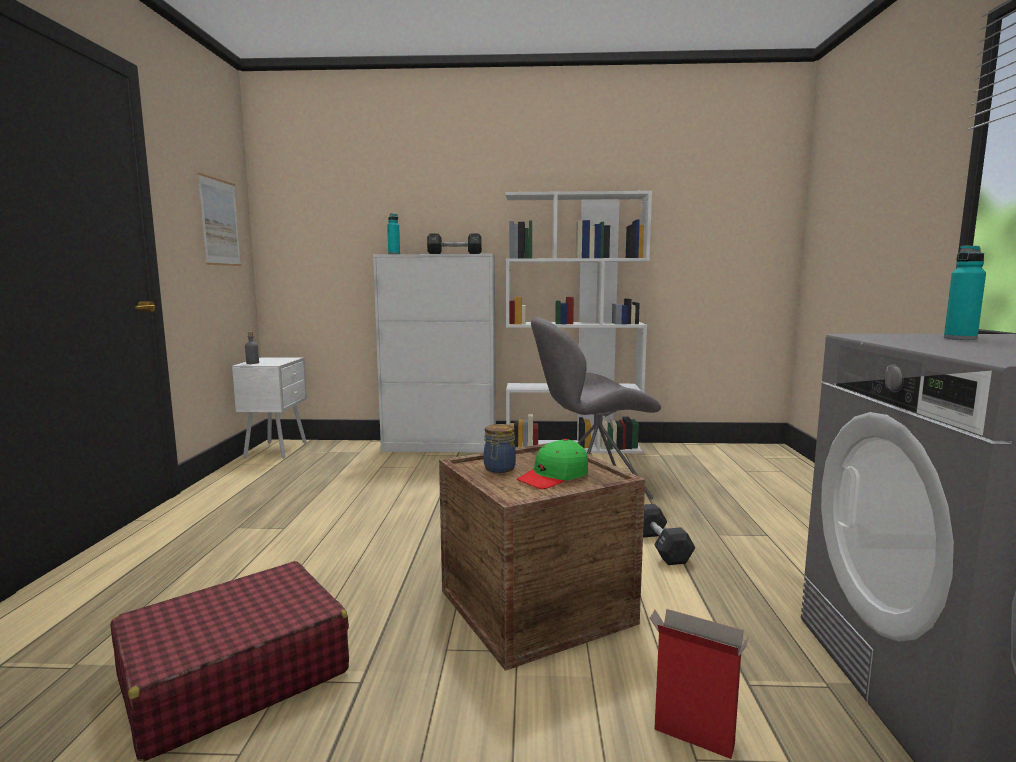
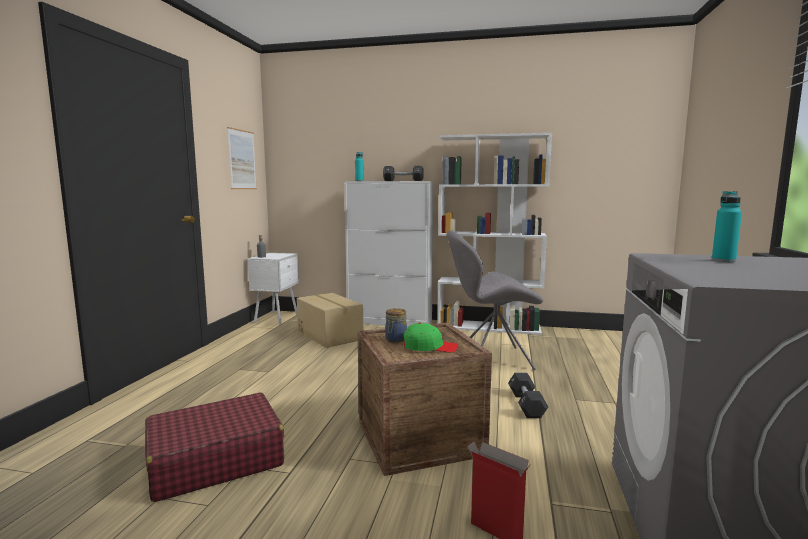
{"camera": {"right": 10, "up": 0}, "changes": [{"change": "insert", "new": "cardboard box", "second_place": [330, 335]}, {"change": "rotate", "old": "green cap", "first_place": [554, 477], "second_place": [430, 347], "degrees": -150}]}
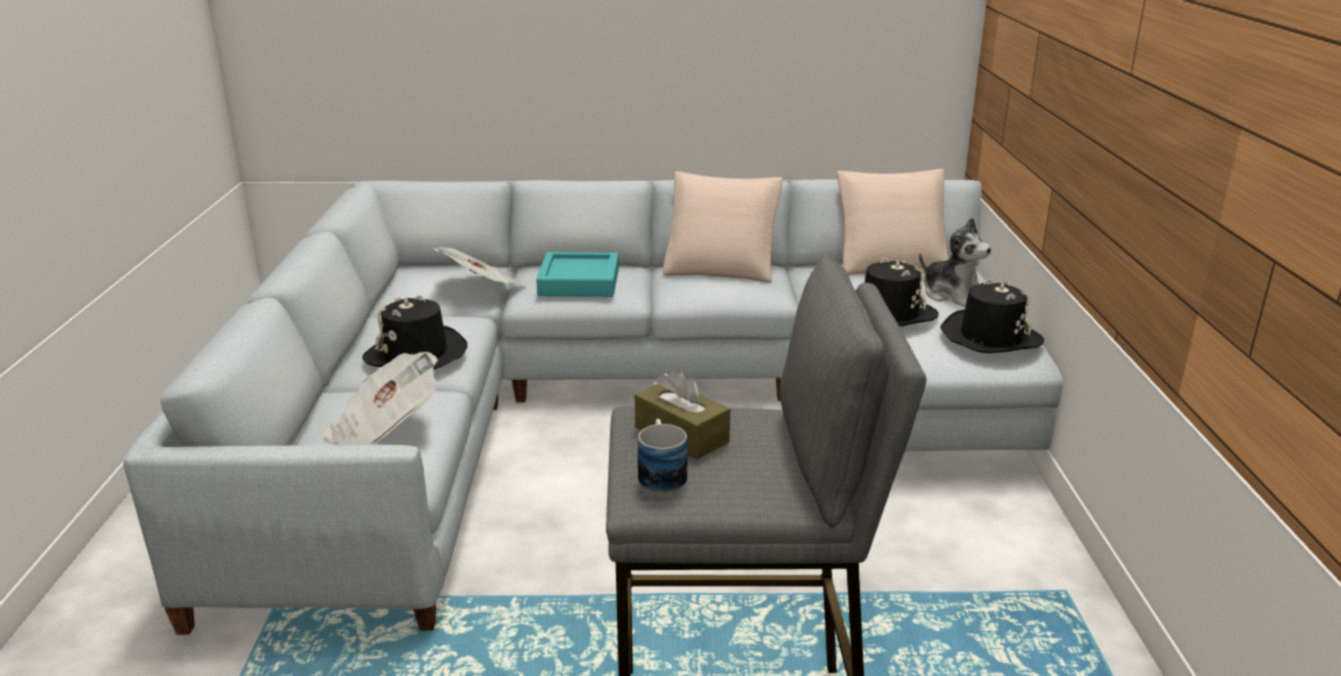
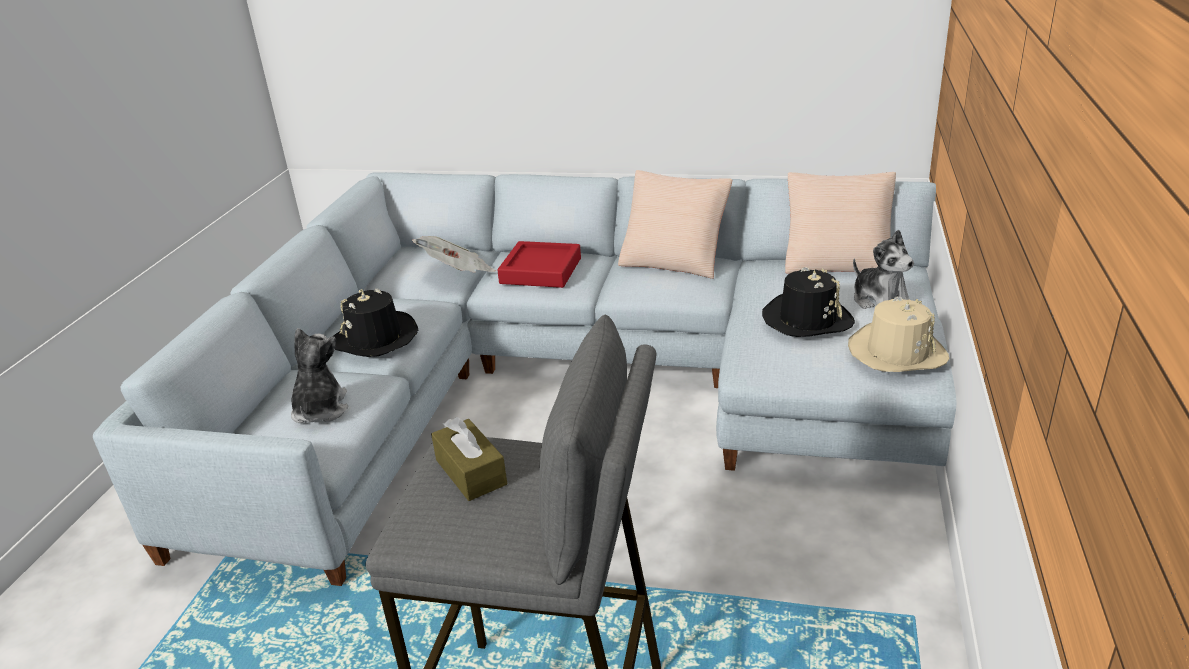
{"camera": {"right": 15, "up": 5}, "changes": [{"change": "delete", "old": "mug", "first_place": [661, 473]}, {"change": "replace", "old": "newspaper", "new": "plush toy", "first_place": [385, 427], "second_place": [320, 410]}, {"change": "recolor", "old": "turquoise tray", "new": "red tray", "first_place": [579, 282], "second_place": [541, 271]}, {"change": "recolor", "old": "black hat", "new": "beige hat", "first_place": [990, 337], "second_place": [896, 352]}]}
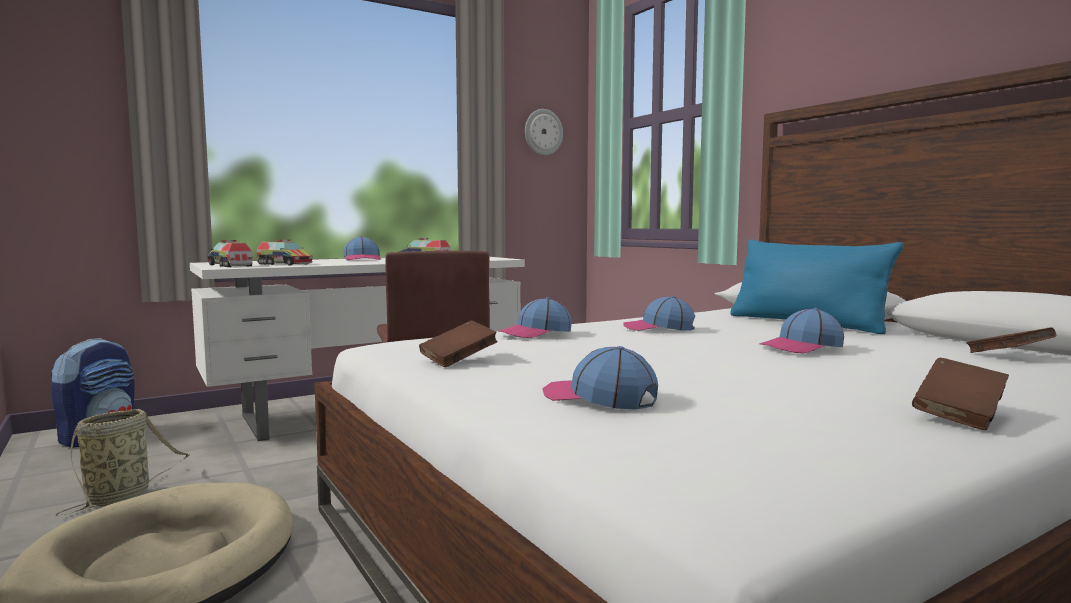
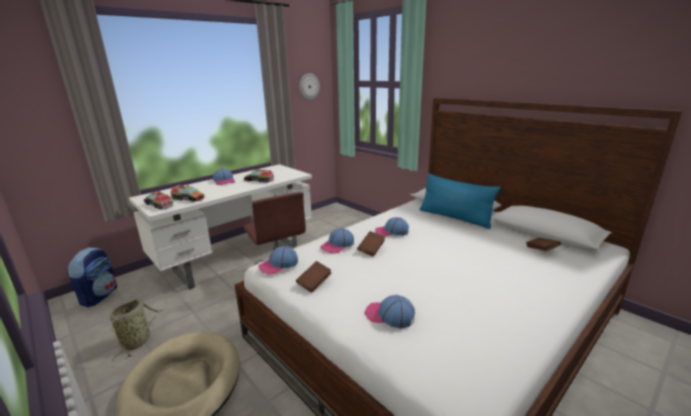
{"camera": {"right": -10, "up": 15}, "changes": [{"change": "move", "old": "cap", "first_place": [801, 347], "second_place": [278, 265]}, {"change": "move", "old": "brown book", "first_place": [959, 416], "second_place": [371, 249]}]}
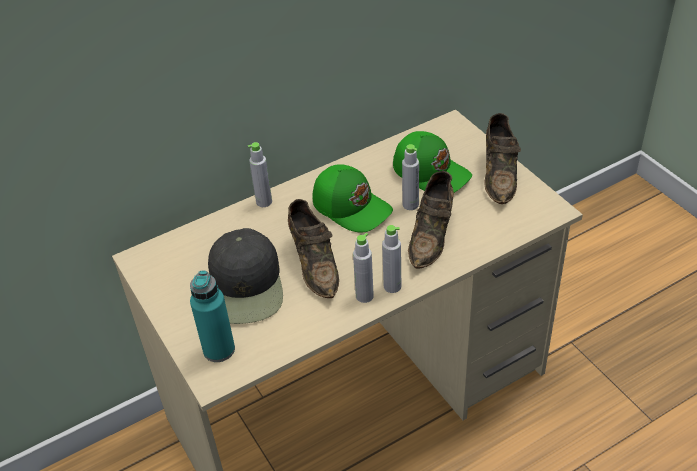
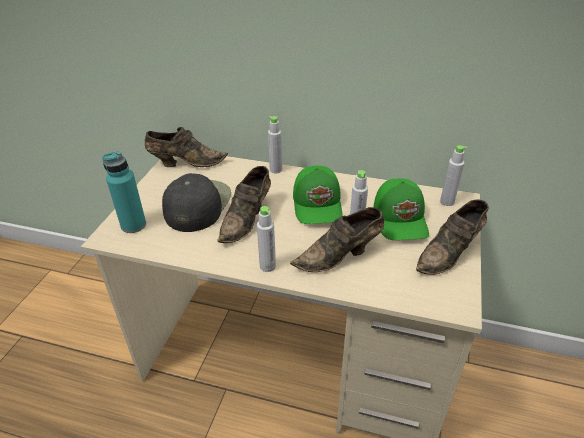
{"camera": {"right": 45, "up": -5}, "changes": [{"change": "insert", "new": "brown shoe", "second_place": [185, 163]}, {"change": "move", "old": "grey bottle", "first_place": [364, 296], "second_place": [447, 202]}, {"change": "rotate", "old": "black cap", "first_place": [246, 286], "second_place": [197, 204], "degrees": 150}]}
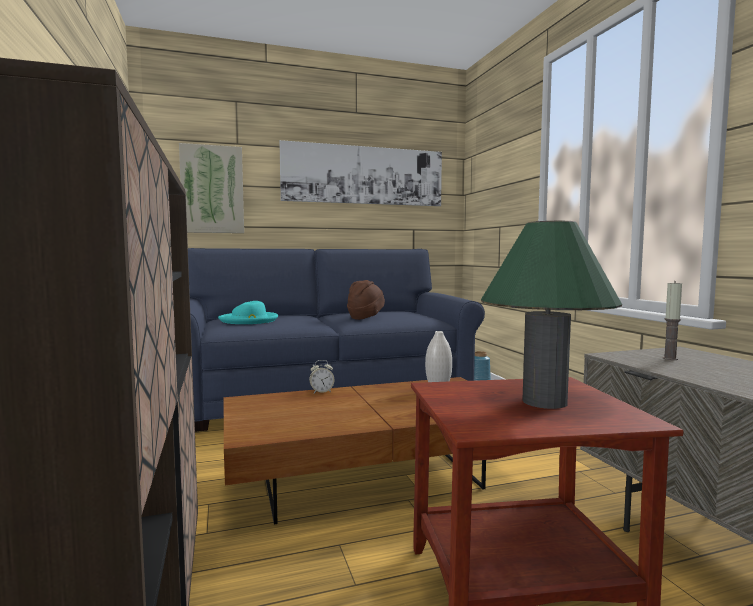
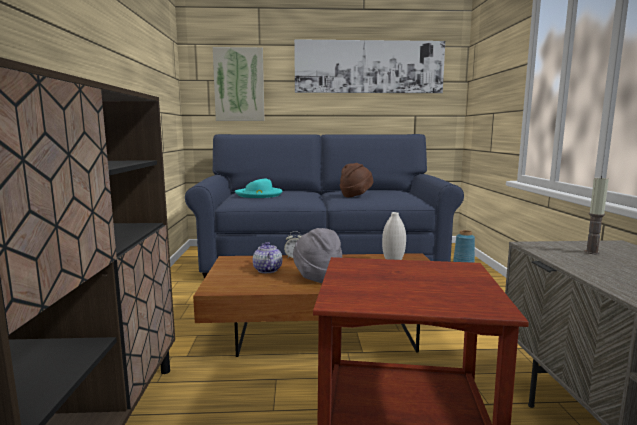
{"camera": {"right": 15, "up": 5}, "changes": [{"change": "delete", "old": "green table lamp", "first_place": [544, 402]}, {"change": "insert", "new": "teapot", "second_place": [267, 270]}, {"change": "insert", "new": "grey hat", "second_place": [317, 278]}]}
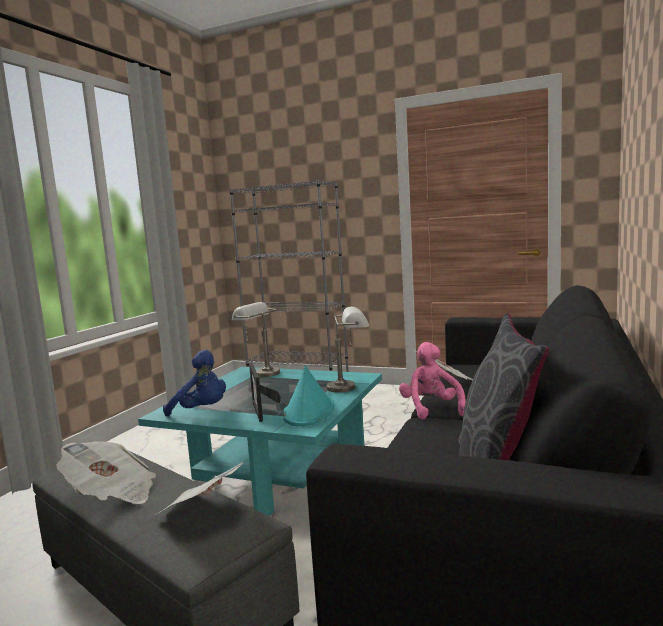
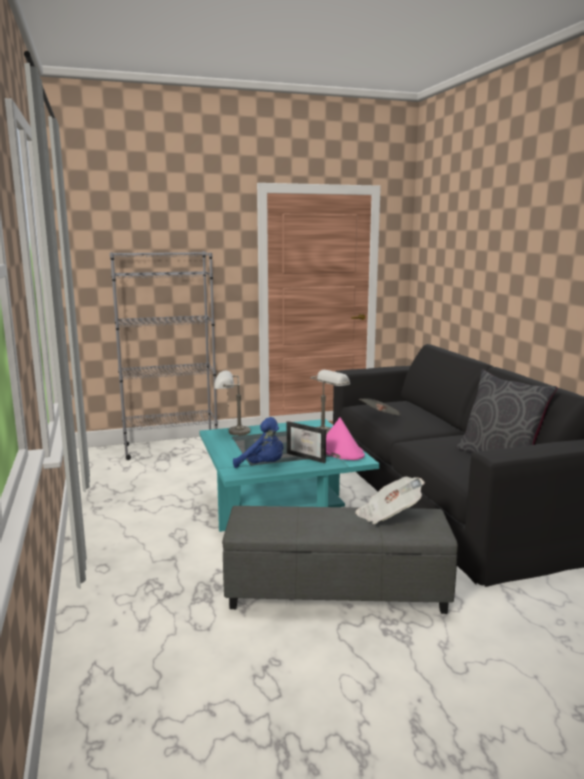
{"camera": {"right": -40, "up": 5}, "changes": [{"change": "delete", "old": "newspaper", "first_place": [112, 494]}, {"change": "delete", "old": "pink plush toy", "first_place": [431, 409]}, {"change": "recolor", "old": "turquoise hat", "new": "pink hat", "first_place": [309, 411], "second_place": [340, 451]}, {"change": "rotate", "old": "blue plush toy", "first_place": [202, 411], "second_place": [263, 466], "degrees": 45}]}
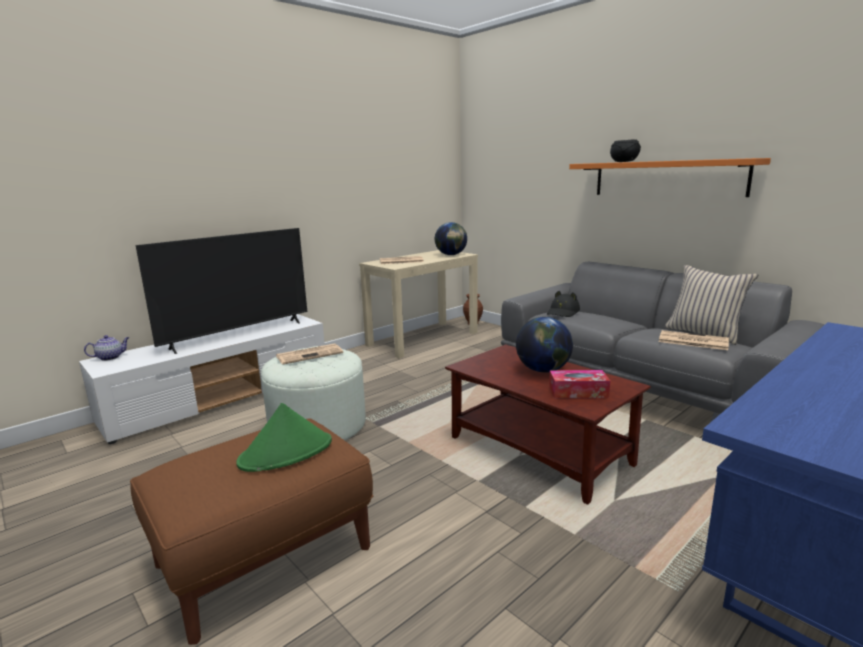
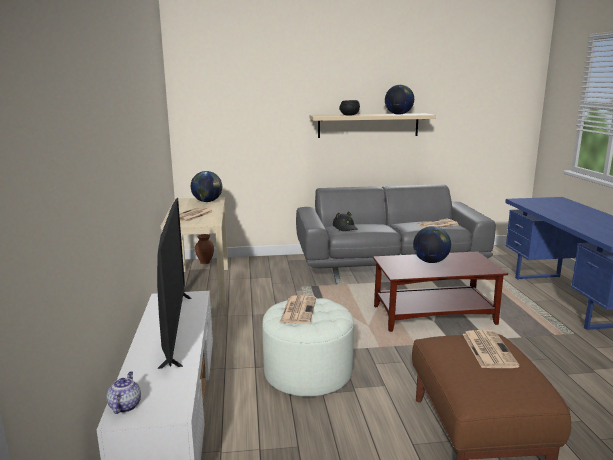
{"camera": {"right": -55, "up": 0}, "changes": [{"change": "delete", "old": "tissue box", "first_place": [578, 392]}, {"change": "delete", "old": "beige pillow", "first_place": [704, 333]}, {"change": "insert", "new": "globe", "second_place": [398, 114]}, {"change": "replace", "old": "green hat", "new": "newspaper", "first_place": [286, 452], "second_place": [488, 349]}, {"change": "recolor", "old": "orange shelf", "new": "beige shelf", "first_place": [667, 178], "second_place": [368, 125]}]}
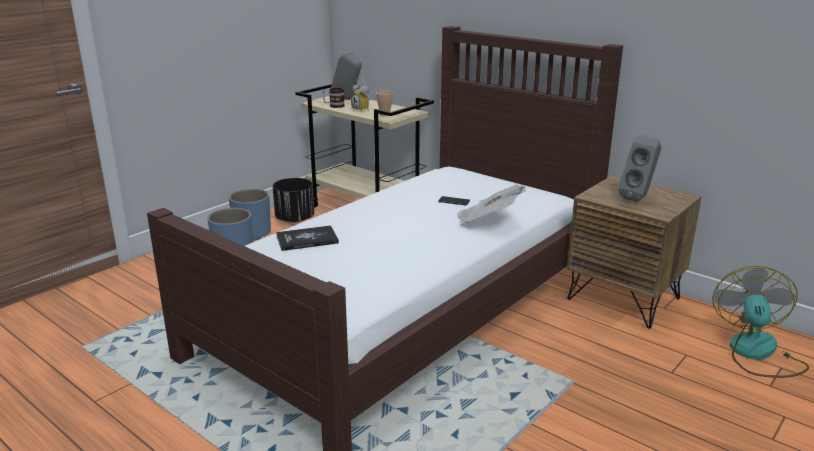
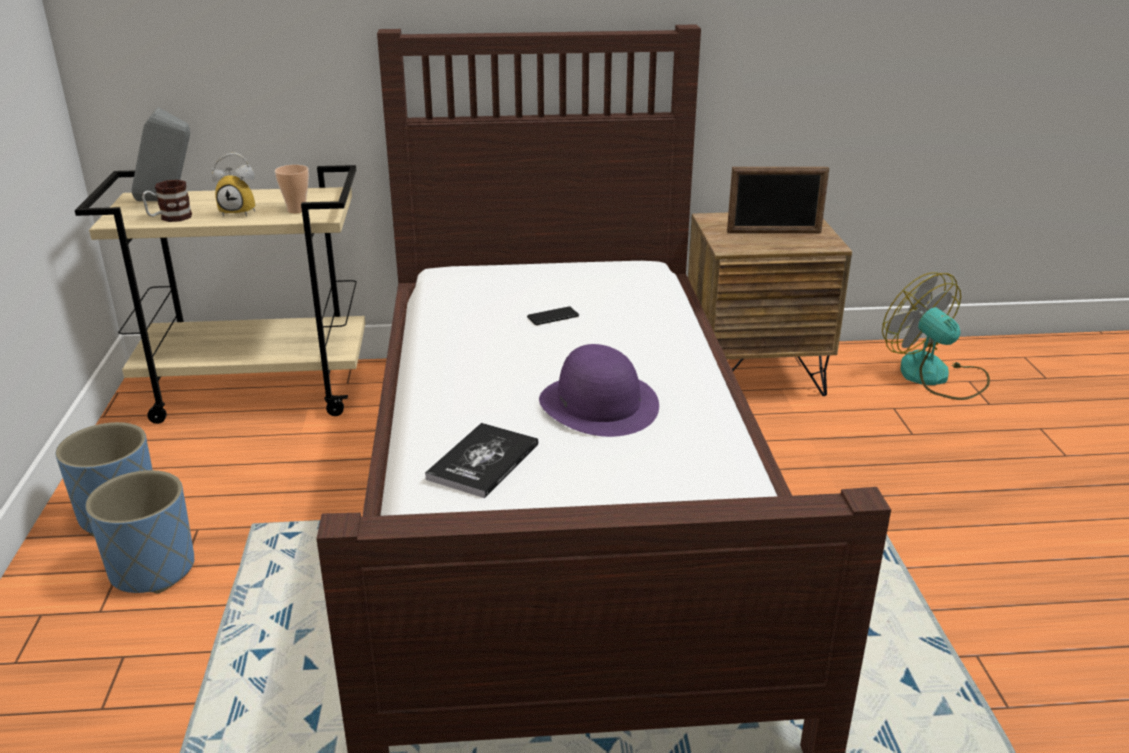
{"camera": {"right": -45, "up": 5}, "changes": [{"change": "delete", "old": "black planter", "first_place": [295, 219]}, {"change": "delete", "old": "newspaper", "first_place": [488, 221]}, {"change": "insert", "new": "purple hat", "second_place": [599, 404]}, {"change": "replace", "old": "grey speaker", "new": "picture frame", "first_place": [638, 198], "second_place": [774, 232]}]}
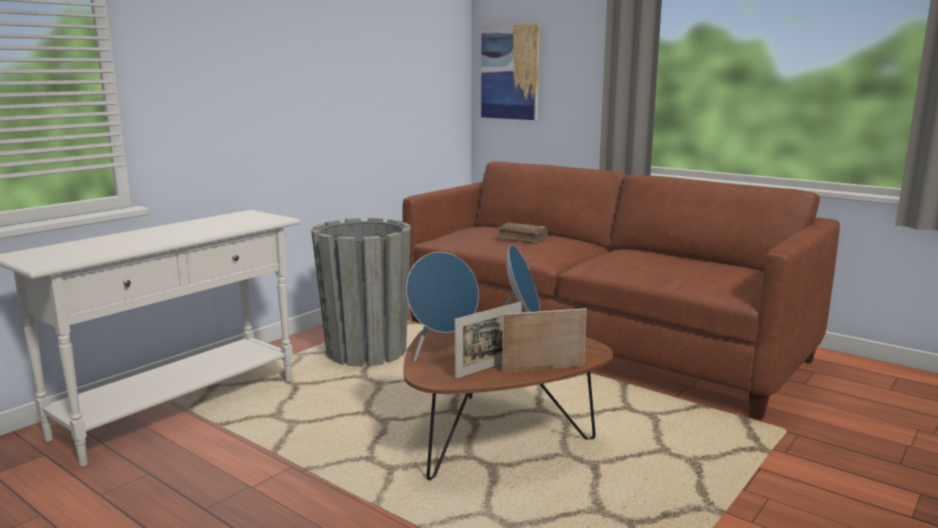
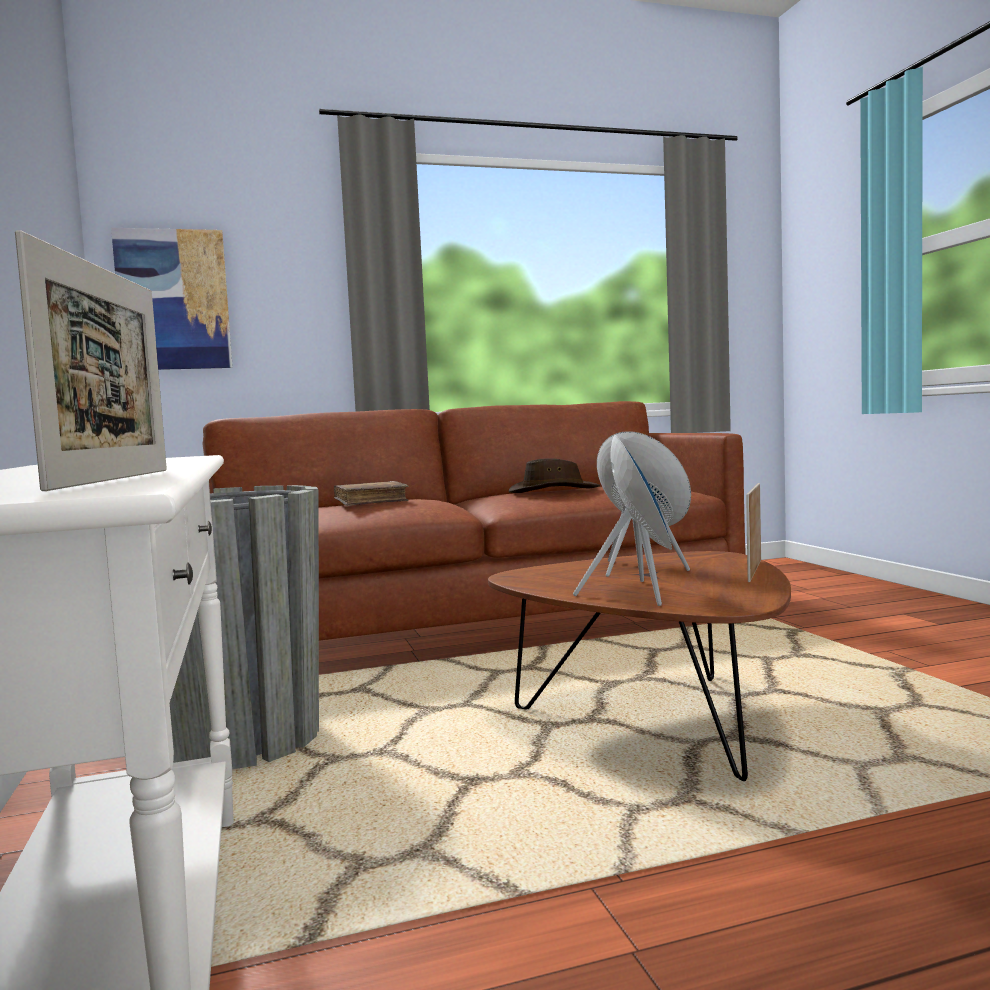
{"camera": {"right": -55, "up": -10}, "changes": [{"change": "insert", "new": "brown hat", "second_place": [553, 491]}, {"change": "move", "old": "picture frame", "first_place": [488, 367], "second_place": [114, 479]}]}
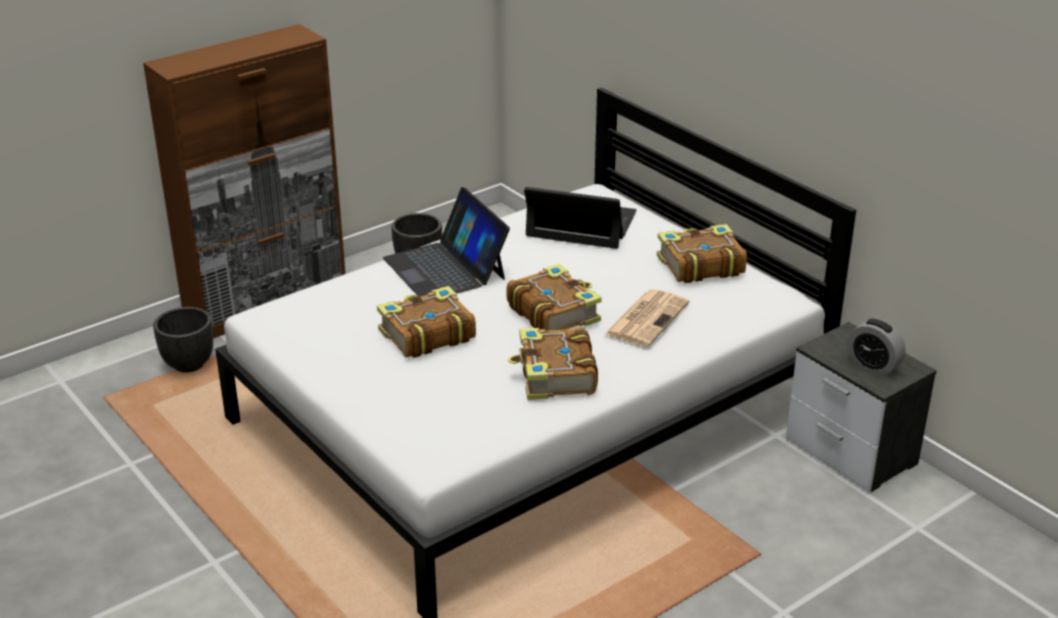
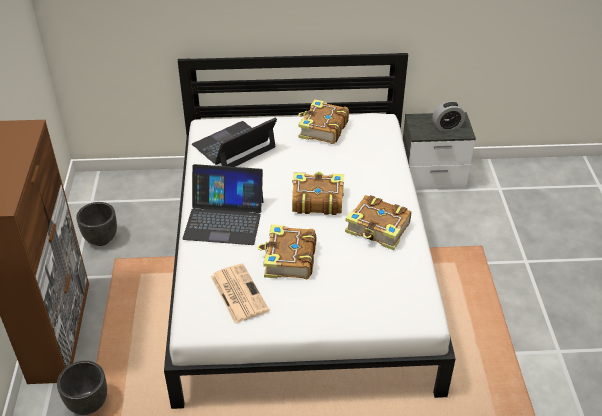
{"camera": {"right": -55, "up": 10}, "changes": [{"change": "move", "old": "newspaper", "first_place": [647, 318], "second_place": [238, 293]}]}
